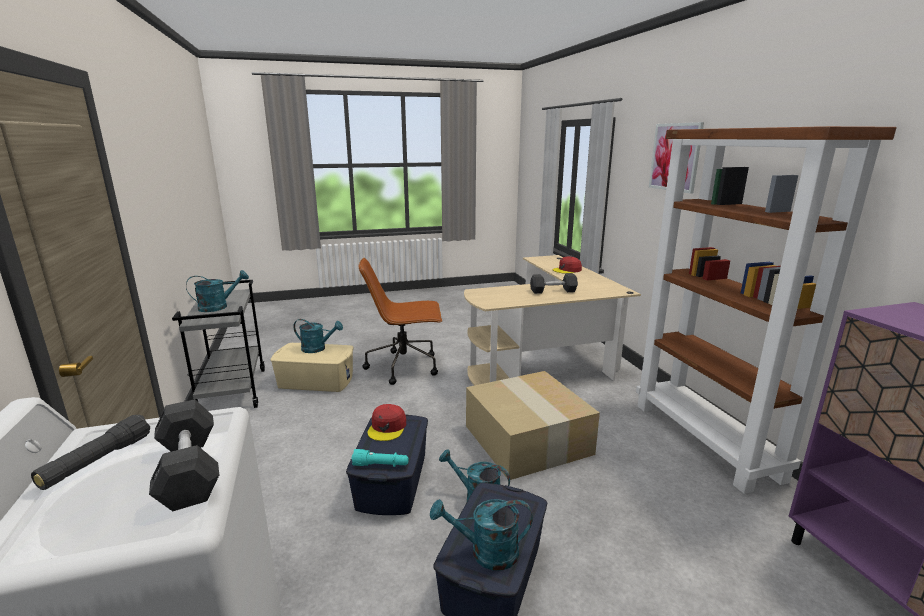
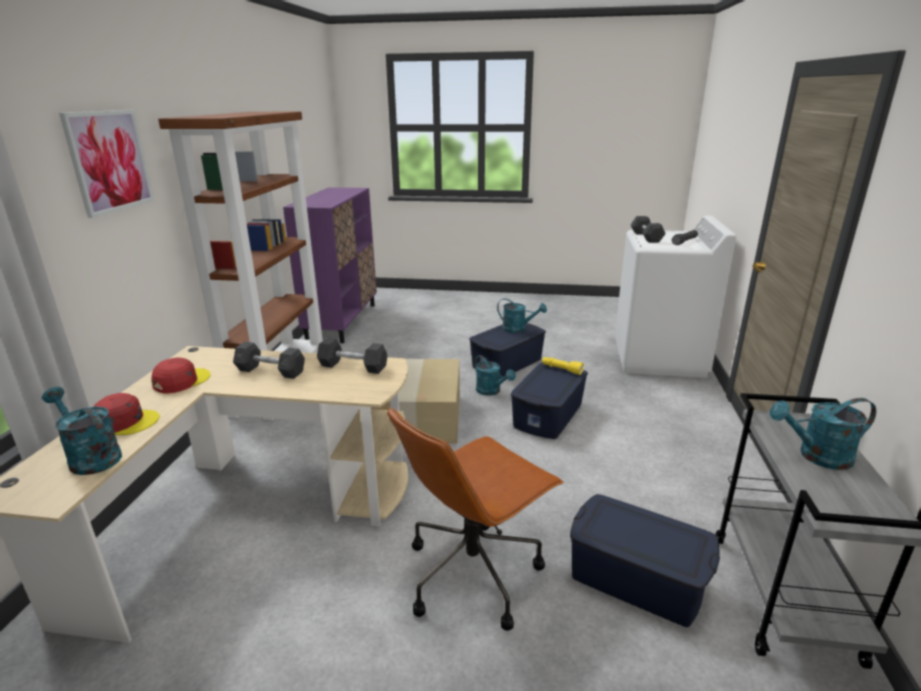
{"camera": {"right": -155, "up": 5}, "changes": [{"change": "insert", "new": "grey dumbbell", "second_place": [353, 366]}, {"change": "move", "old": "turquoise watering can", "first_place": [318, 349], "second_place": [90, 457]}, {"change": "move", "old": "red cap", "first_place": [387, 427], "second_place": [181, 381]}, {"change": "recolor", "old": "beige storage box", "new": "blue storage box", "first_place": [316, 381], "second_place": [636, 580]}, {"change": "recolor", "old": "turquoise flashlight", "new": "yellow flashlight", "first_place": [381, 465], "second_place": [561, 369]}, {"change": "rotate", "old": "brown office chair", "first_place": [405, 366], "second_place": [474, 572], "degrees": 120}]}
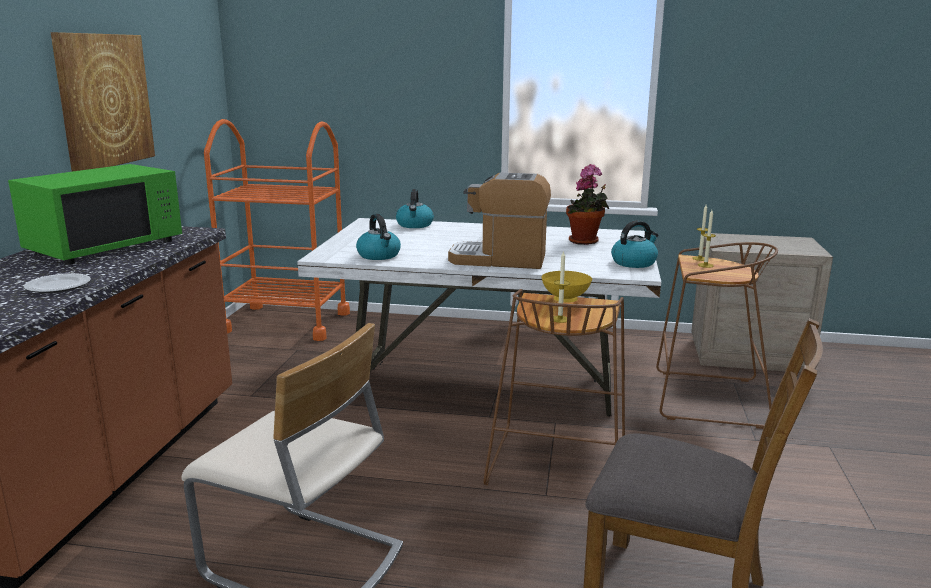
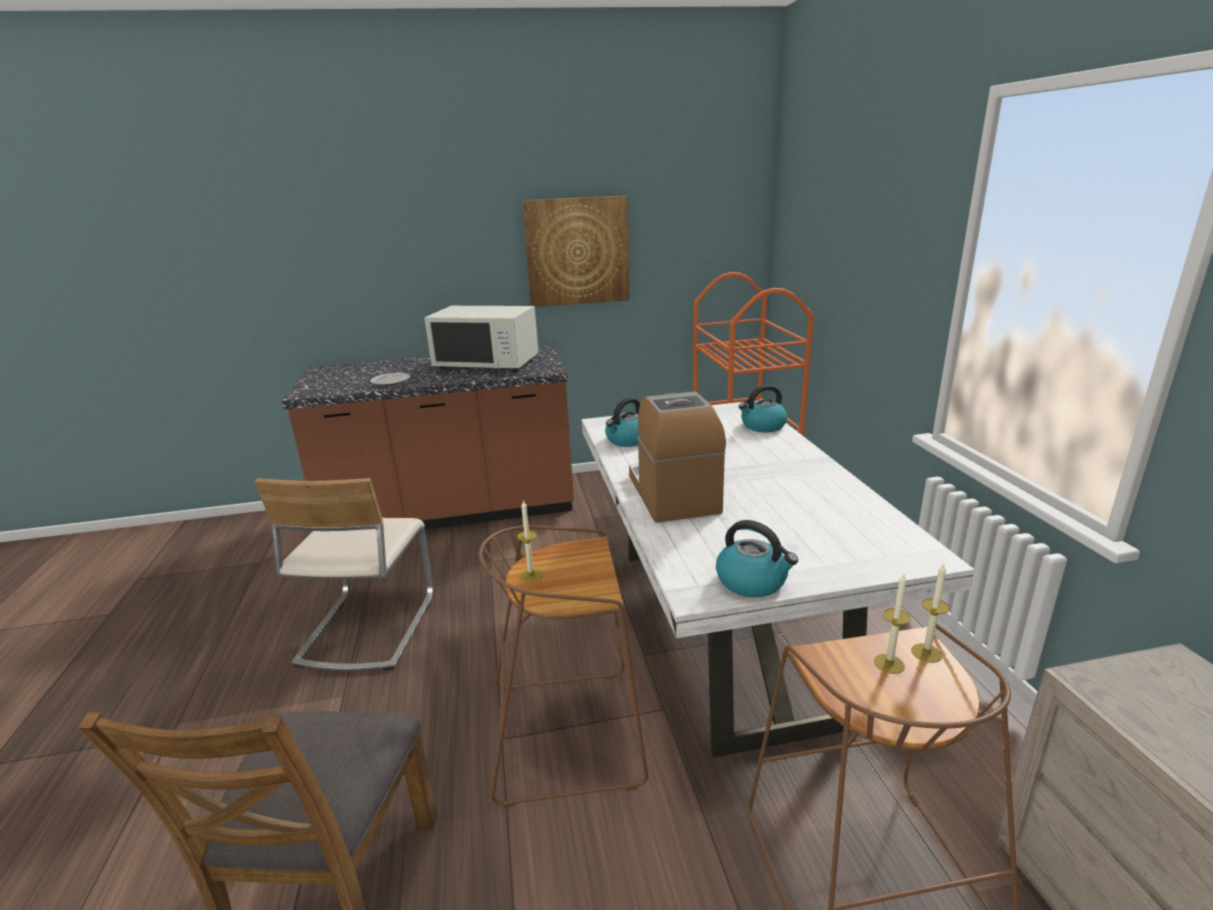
{"camera": {"right": 70, "up": 5}, "changes": [{"change": "delete", "old": "yellow bowl", "first_place": [564, 300]}, {"change": "delete", "old": "potted plant", "first_place": [585, 242]}, {"change": "recolor", "old": "green microwave", "new": "white microwave", "first_place": [105, 247], "second_place": [487, 364]}]}
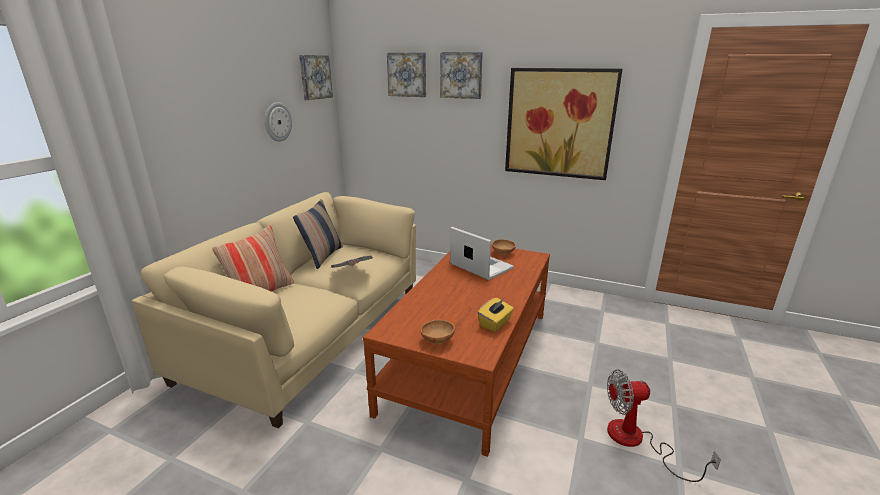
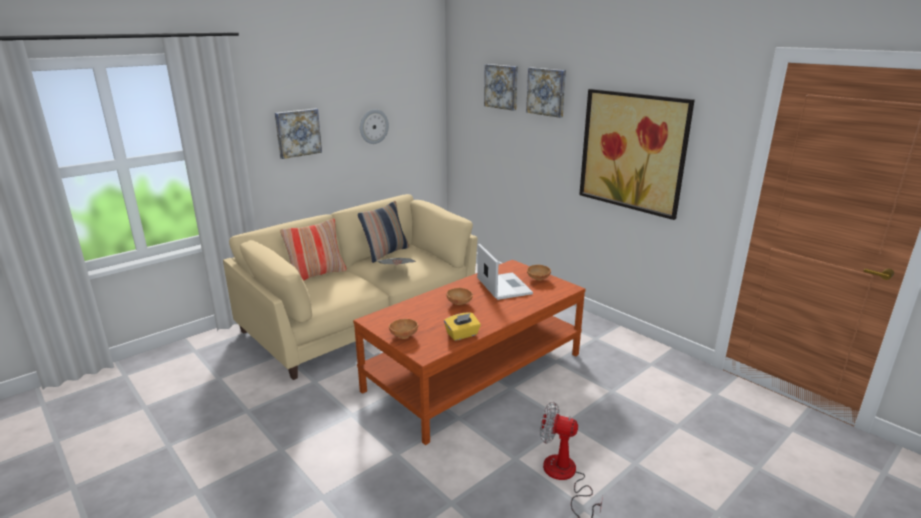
{"camera": {"right": 25, "up": 0}, "changes": [{"change": "insert", "new": "brown bowl", "second_place": [459, 303]}, {"change": "move", "old": "picture", "first_place": [314, 77], "second_place": [297, 133]}]}
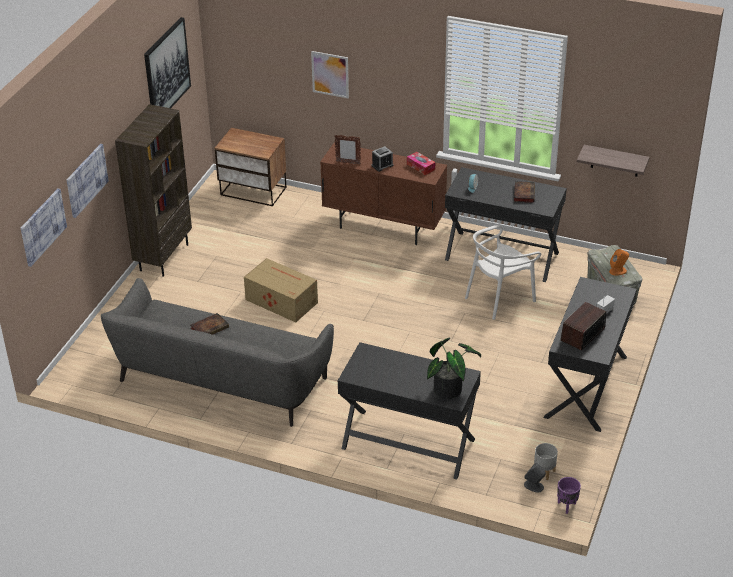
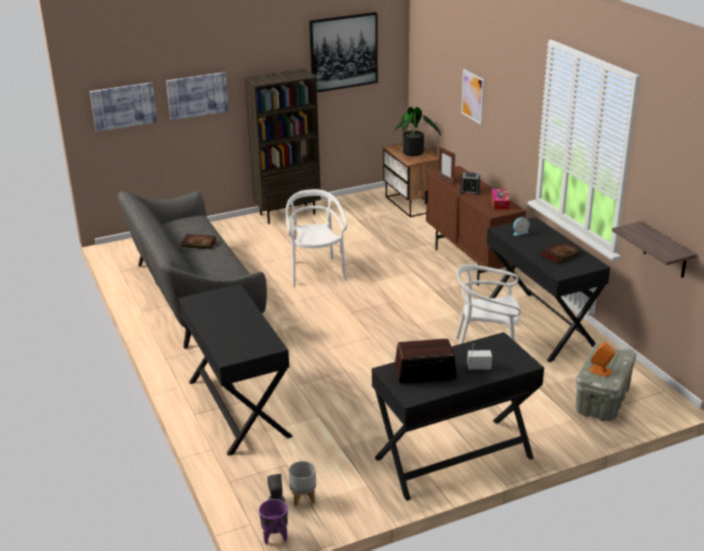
{"camera": {"right": 45, "up": -10}, "changes": [{"change": "move", "old": "potted plant", "first_place": [451, 390], "second_place": [415, 153]}, {"change": "replace", "old": "cardboard box", "new": "white chair", "first_place": [281, 300], "second_place": [316, 272]}]}
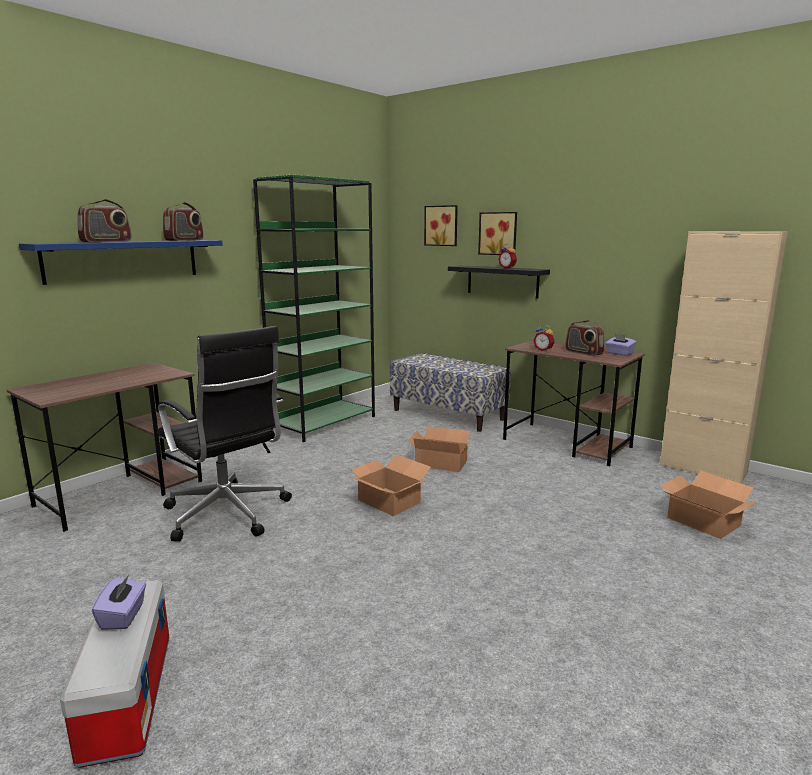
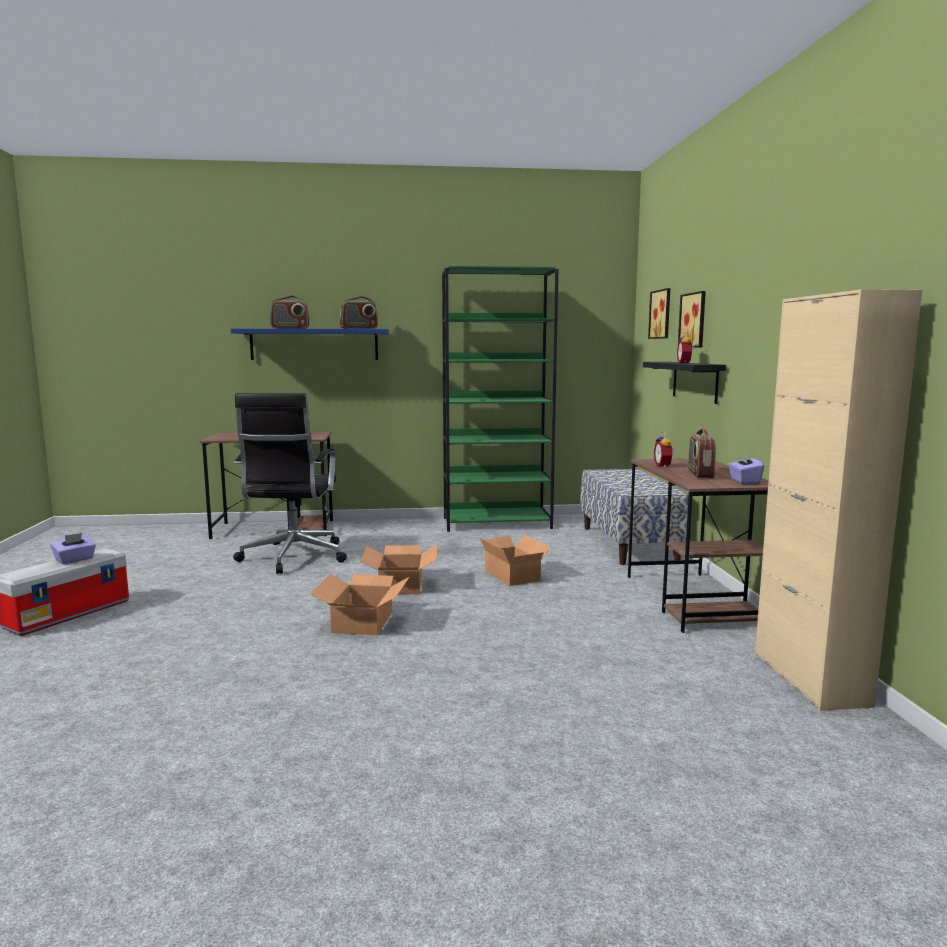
{"camera": {"right": 45, "up": -5}, "changes": [{"change": "move", "old": "cardboard box", "first_place": [703, 521], "second_place": [363, 622]}]}
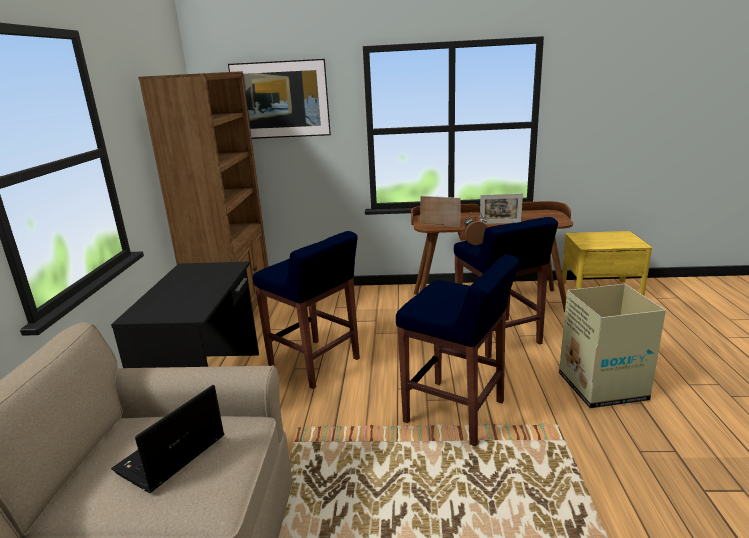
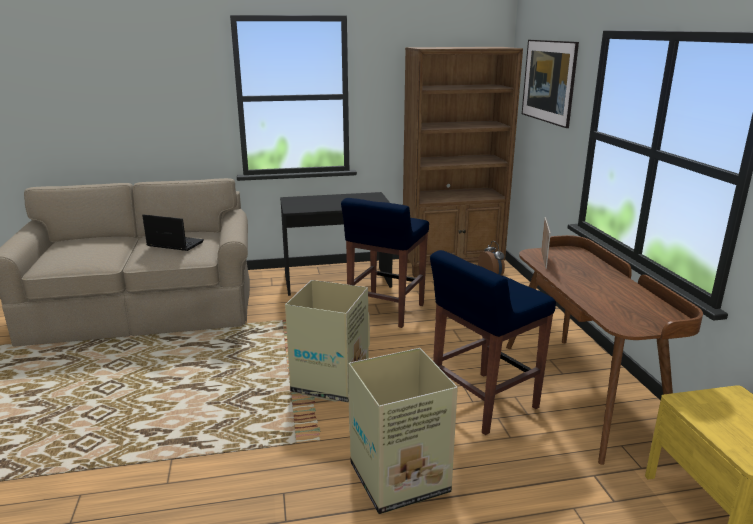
{"camera": {"right": 75, "up": 0}, "changes": [{"change": "delete", "old": "picture frame", "first_place": [500, 223]}, {"change": "replace", "old": "blue stool", "new": "cardboard box", "first_place": [456, 412], "second_place": [329, 382]}]}
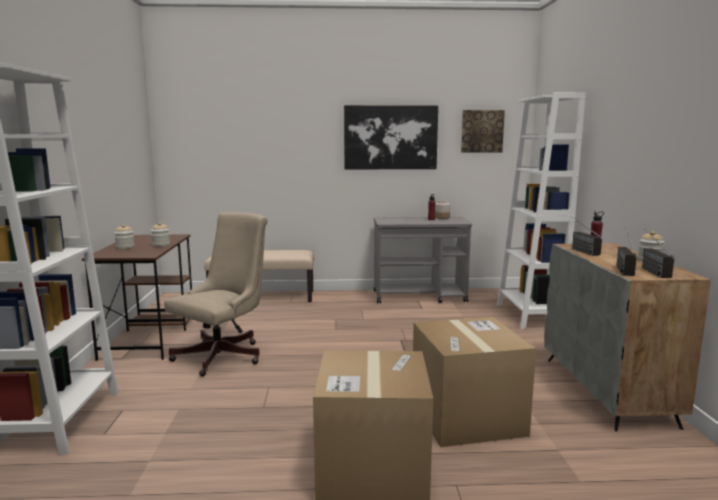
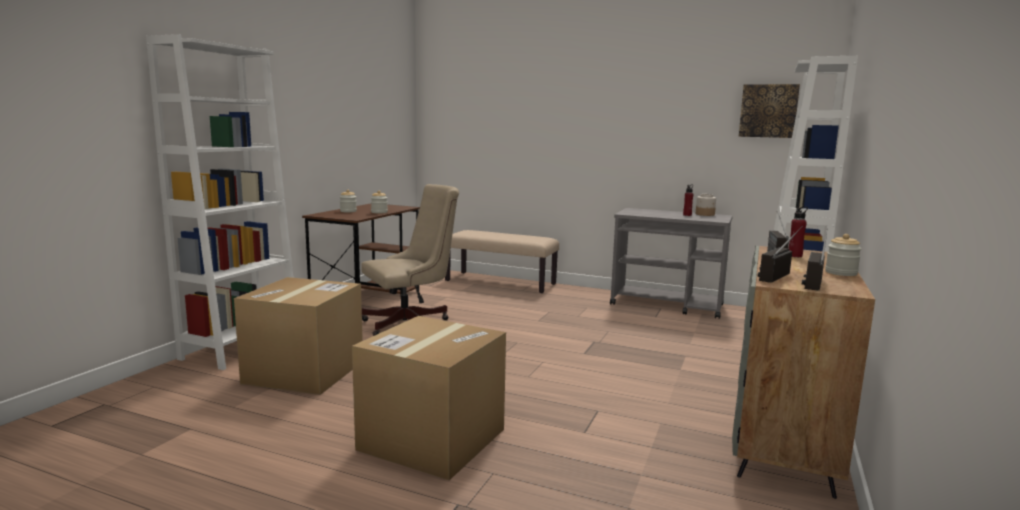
{"camera": {"right": 25, "up": 0}, "changes": [{"change": "delete", "old": "picture", "first_place": [390, 137]}, {"change": "move", "old": "cardboard box", "first_place": [467, 417], "second_place": [304, 372]}]}
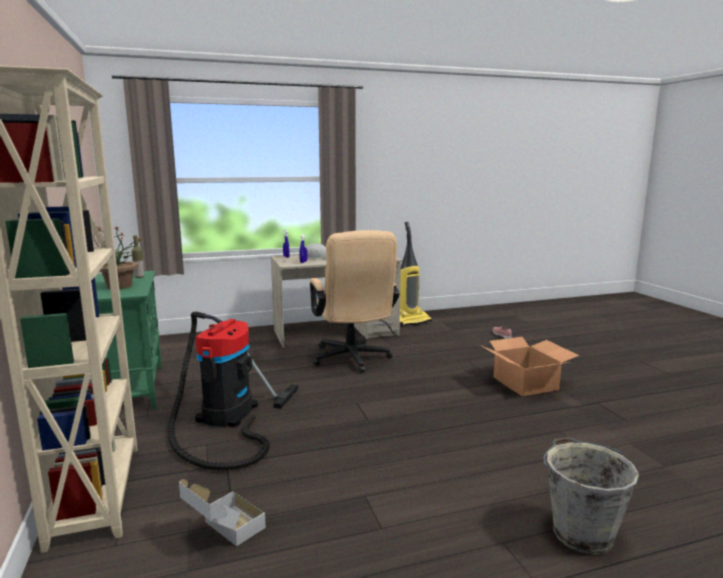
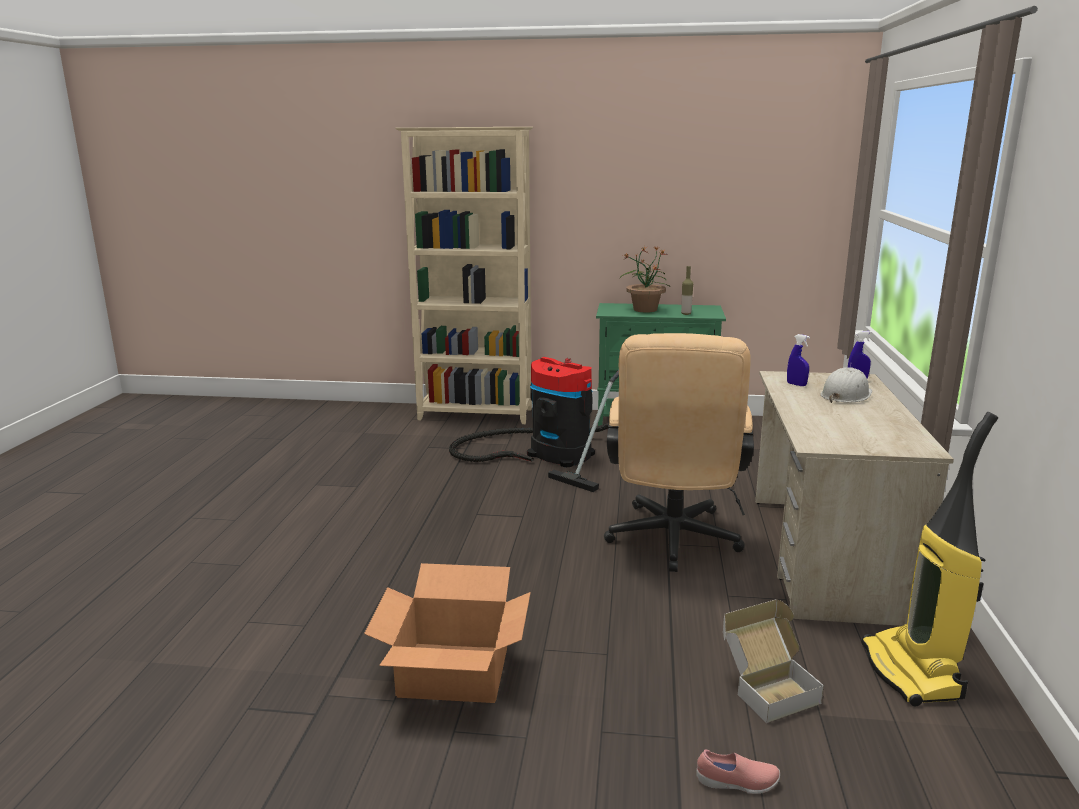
{"camera": {"right": 115, "up": 5}, "changes": [{"change": "delete", "old": "grey bucket", "first_place": [581, 532]}, {"change": "move", "old": "cardboard box", "first_place": [222, 532], "second_place": [767, 688]}, {"change": "rotate", "old": "beige office chair", "first_place": [352, 360], "second_place": [672, 543], "degrees": -90}]}
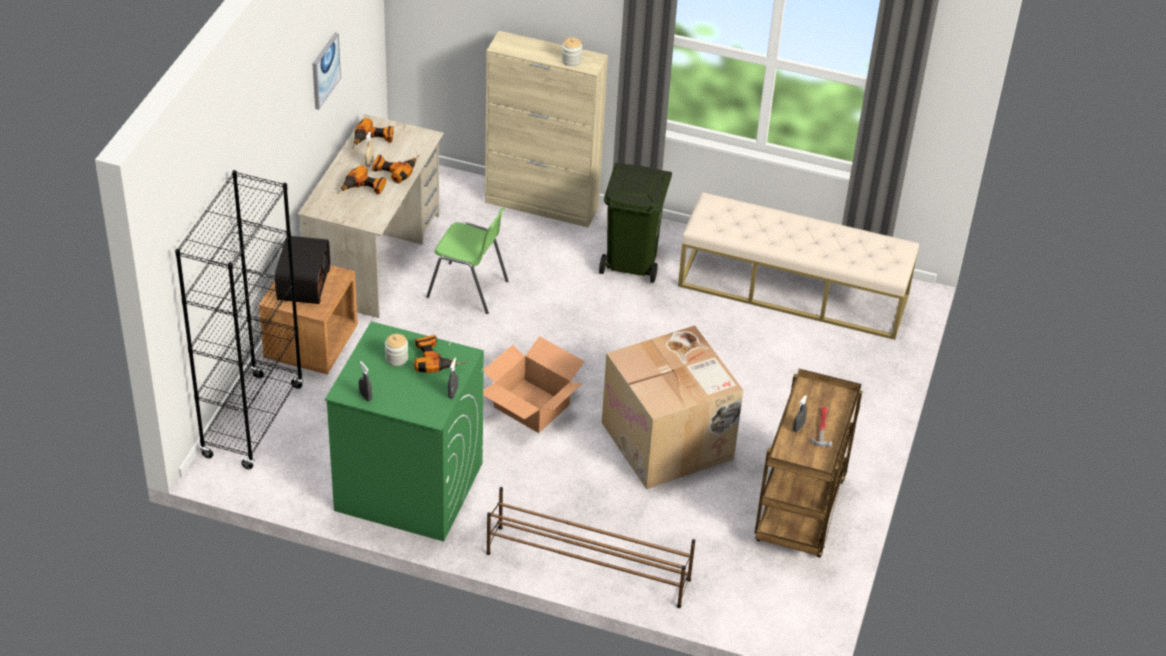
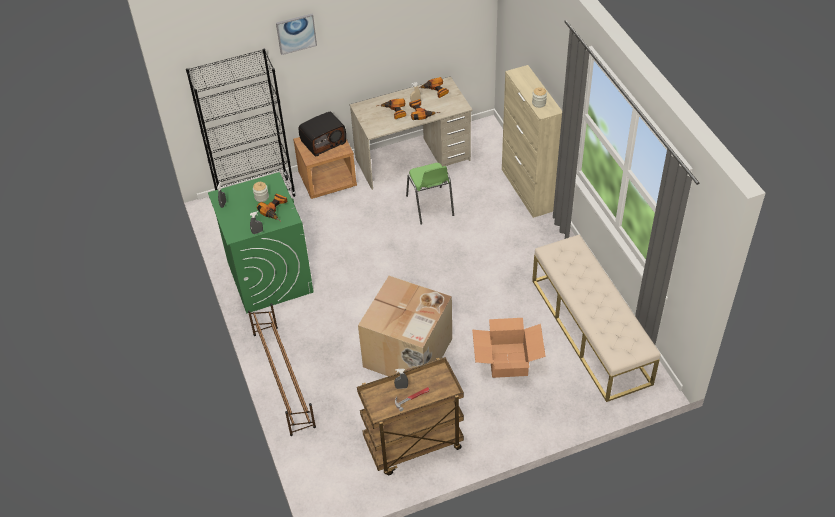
{"camera": {"right": 55, "up": 5}, "changes": [{"change": "delete", "old": "green trash can", "first_place": [632, 262]}, {"change": "move", "old": "picture", "first_place": [325, 70], "second_place": [296, 33]}, {"change": "move", "old": "cardboard box", "first_place": [531, 406], "second_place": [507, 360]}]}
